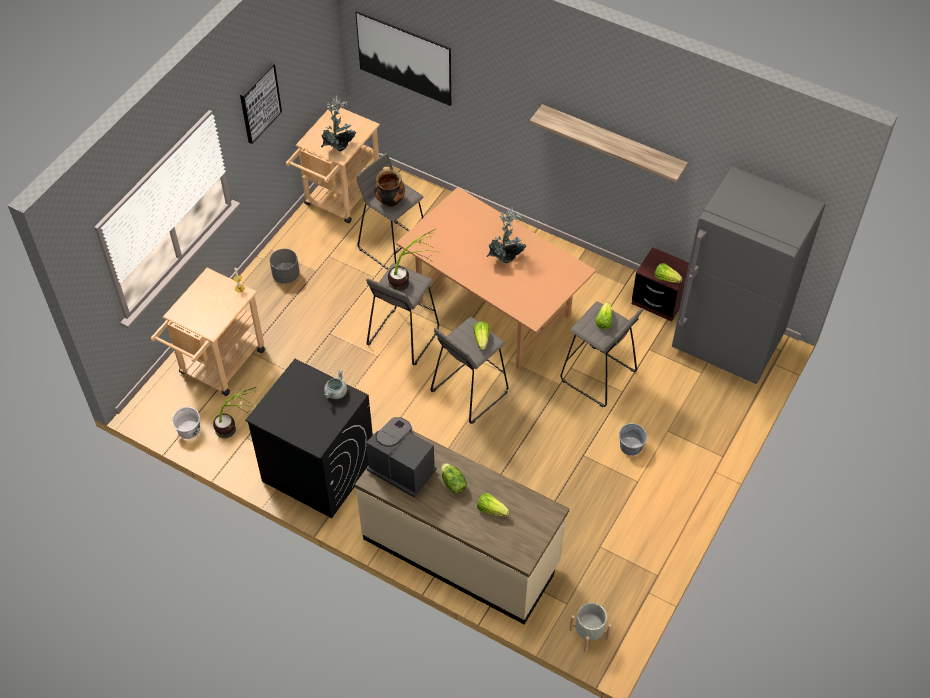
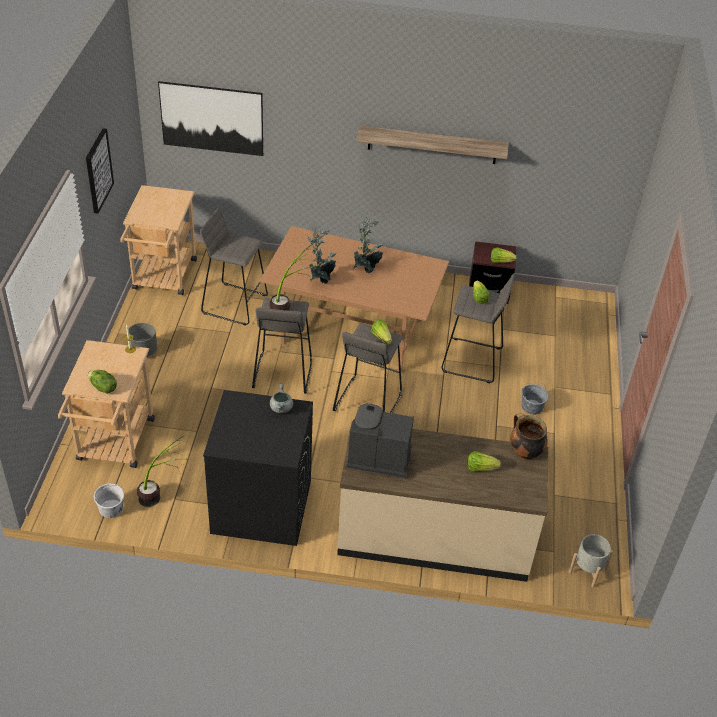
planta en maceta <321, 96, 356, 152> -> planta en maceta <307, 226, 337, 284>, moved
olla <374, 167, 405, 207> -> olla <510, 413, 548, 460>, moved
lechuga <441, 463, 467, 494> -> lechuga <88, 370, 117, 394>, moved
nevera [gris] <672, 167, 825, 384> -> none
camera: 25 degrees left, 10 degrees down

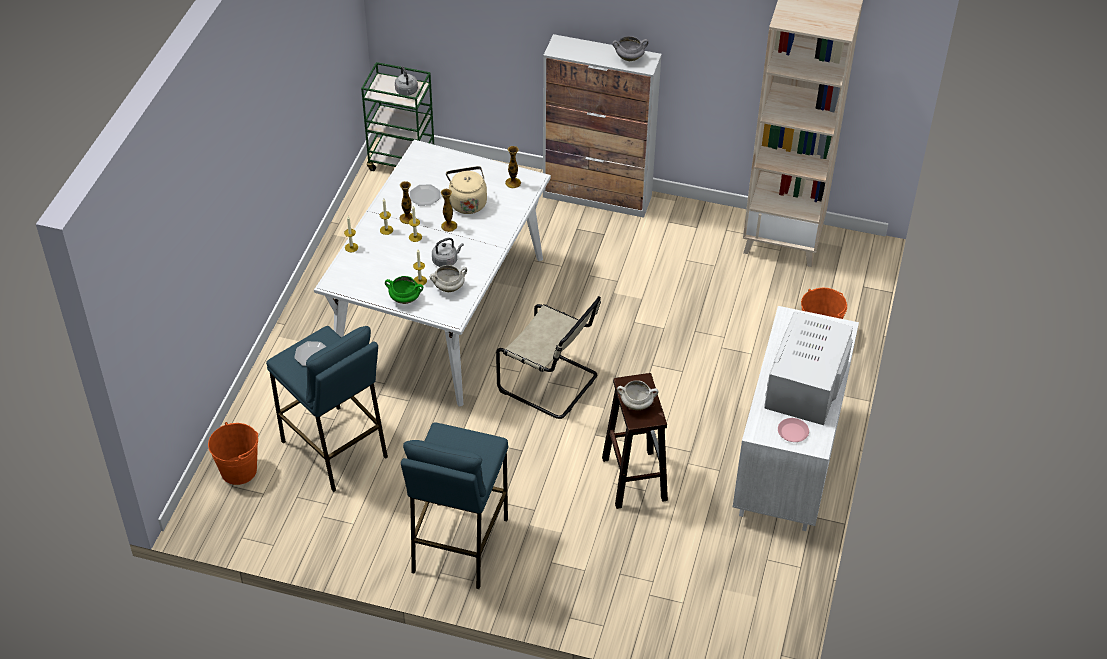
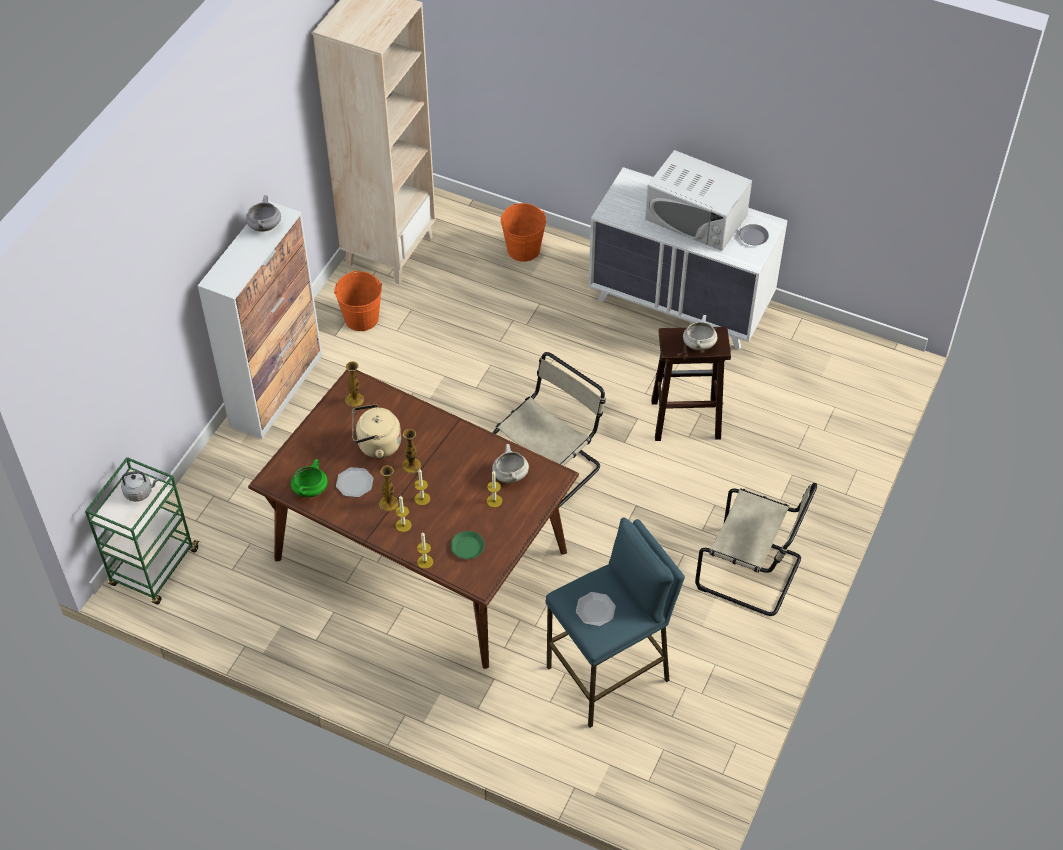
cubo [naranja] <208, 422, 258, 485> -> cubo [naranja] <334, 271, 382, 331>, moved
mesa de comedor [blanco] <314, 140, 551, 407> -> mesa de comedor [marrón] <248, 369, 579, 669>
olla [verde] <385, 276, 423, 304> -> olla [verde] <291, 459, 328, 497>, moved
taburete [azul] <401, 422, 508, 589> -> silla [beis] <695, 483, 817, 616>
hervidor [gris] <432, 238, 464, 267> -> none
plato [rosa] <778, 418, 809, 442> -> plato [gris] <739, 224, 769, 245>
none -> plato [verde] <451, 531, 485, 559>
camera: 80 degrees left, 5 degrees up

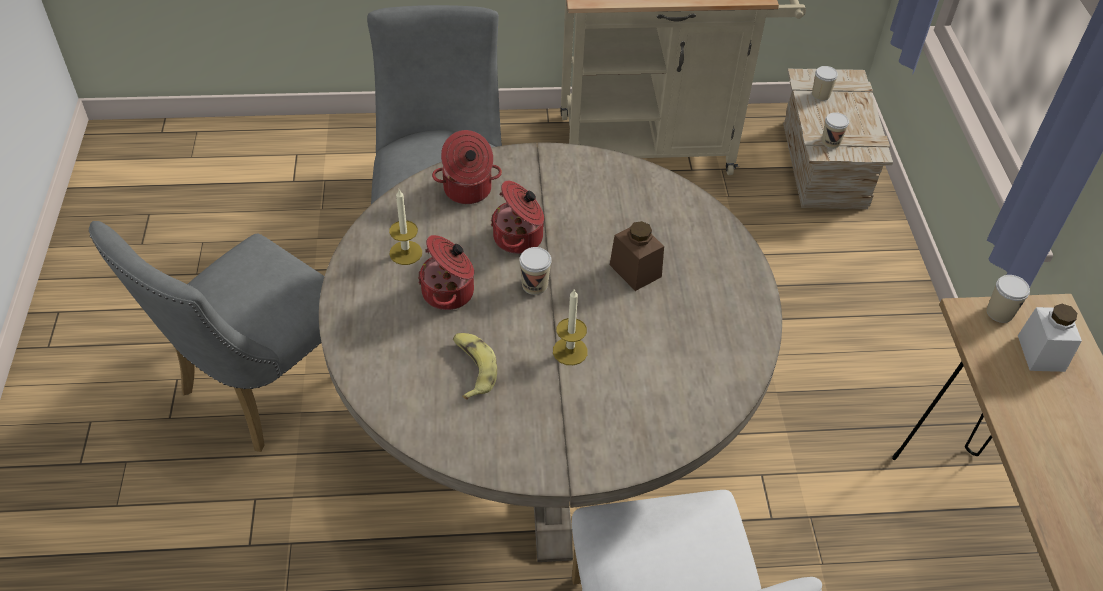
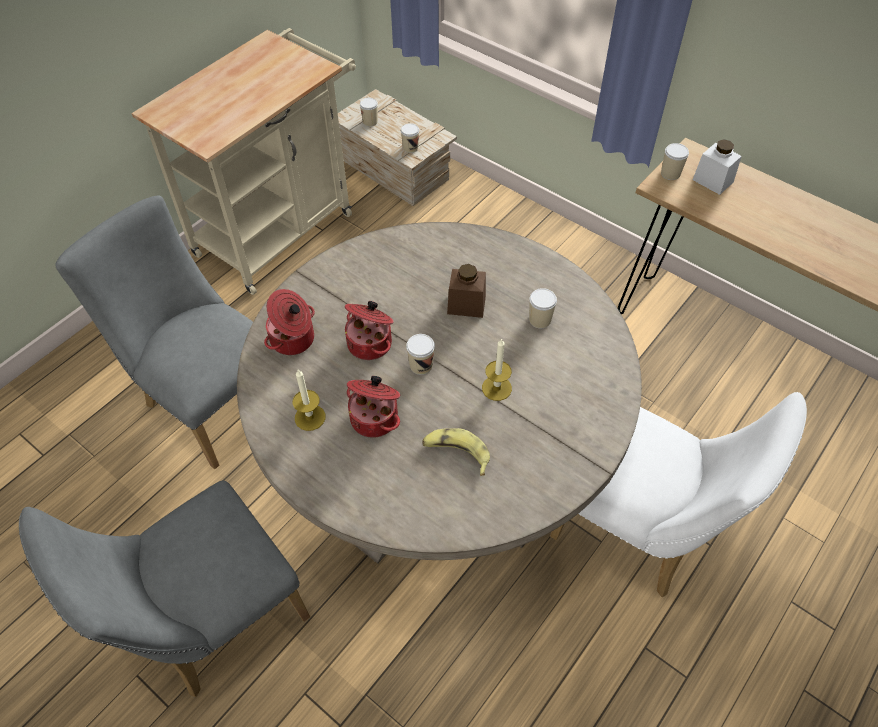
silla [gris] <89, 221, 324, 452> -> silla [gris] <19, 480, 310, 697>, 60 degrees clockwise
none -> taza <529, 288, 557, 329>
camera: 45 degrees left, 5 degrees up

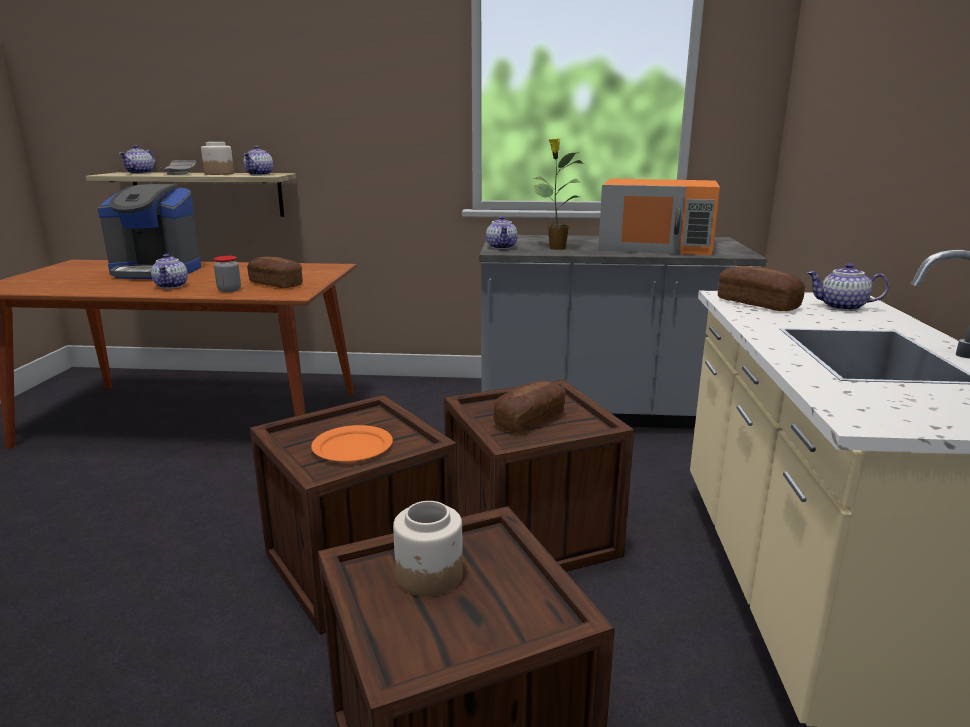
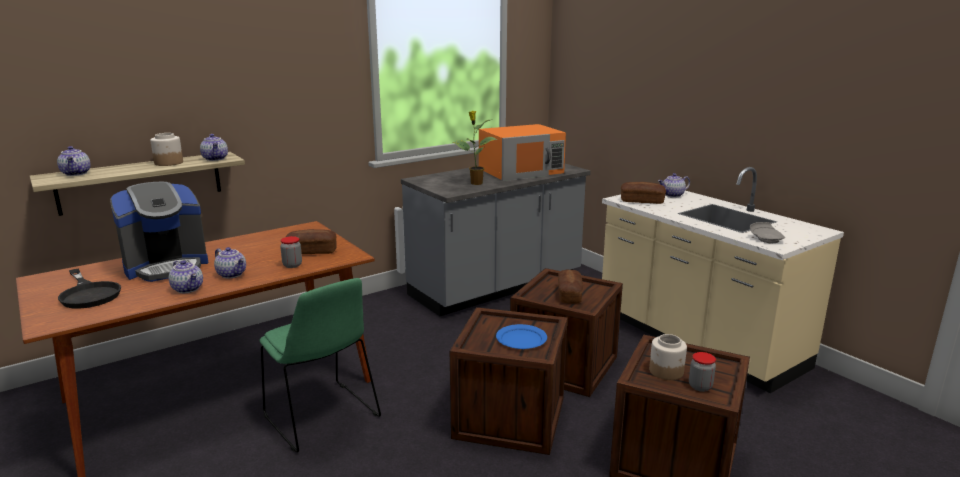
plato [gris] <160, 160, 196, 175> -> plato [gris] <750, 222, 786, 243>, moved
plato [naranja] <311, 425, 393, 462> -> plato [azul] <496, 324, 547, 349>
tetera <486, 216, 518, 249> -> tetera <169, 260, 203, 293>, moved
none -> sartén [negro] <58, 269, 121, 309>
none -> silla [verde] <259, 278, 381, 453>
none -> tarro <689, 352, 716, 392>
camera: 40 degrees left, 0 degrees up

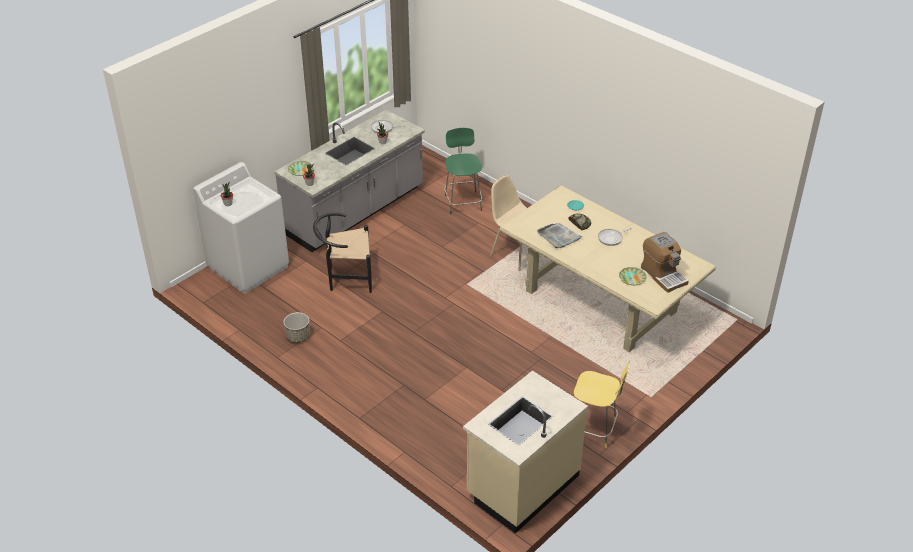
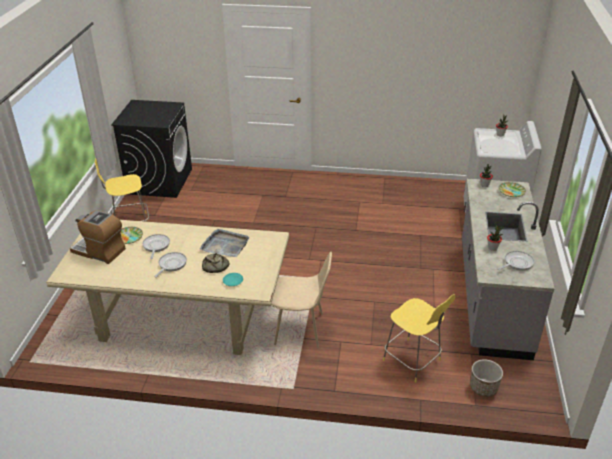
maceta <283, 312, 310, 343> -> maceta <470, 359, 503, 397>, moved
silla [negro] <313, 213, 372, 293> -> none
taburete [verde] <444, 128, 482, 214> -> taburete [amarillo] <383, 295, 455, 383>
mueble bajo de cocina [beis] <463, 371, 588, 533> -> lavadora [negro] <111, 100, 192, 198>
none -> sartén <143, 234, 170, 259>
camera: 145 degrees right, 5 degrees down

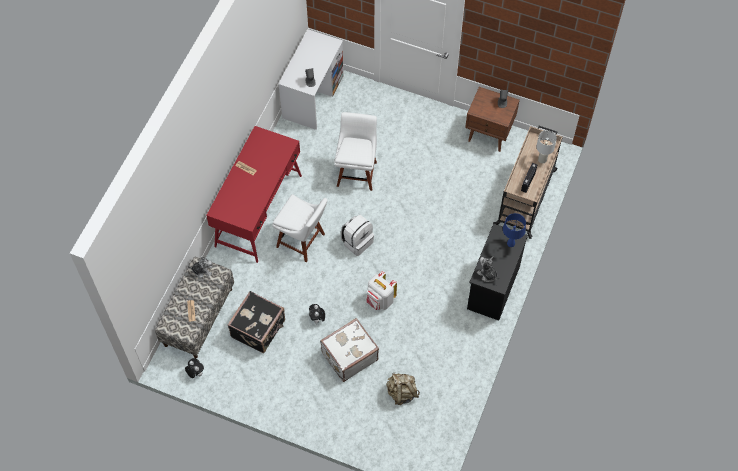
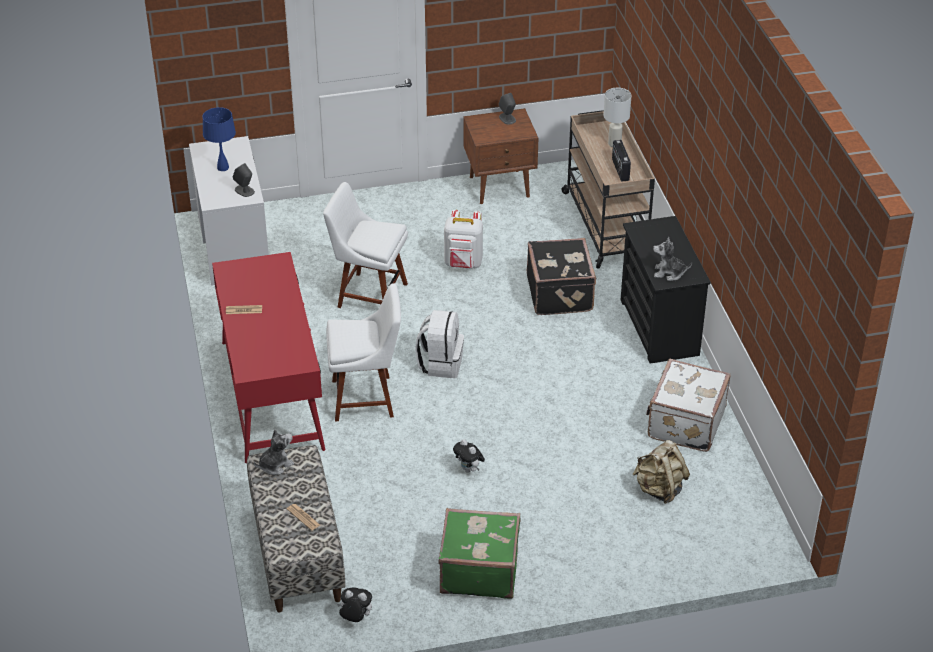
maleta [negro] <228, 291, 285, 353> -> maleta [negro] <527, 238, 597, 315>, moved
maleta [blanco] <320, 318, 379, 382> -> maleta [blanco] <646, 359, 731, 452>, moved
silla [blanco] <334, 112, 377, 191> -> silla [blanco] <323, 182, 408, 308>, 45 degrees counterclockwise
mochila [blanco] <366, 271, 397, 310> -> mochila [blanco] <444, 210, 483, 269>, moved
lámpara de mesa [azul] <503, 213, 526, 247> -> lámpara de mesa [azul] <202, 107, 236, 171>, moved
none -> maleta [verde] <438, 508, 520, 599>
camera: 35 degrees left, 20 degrees down

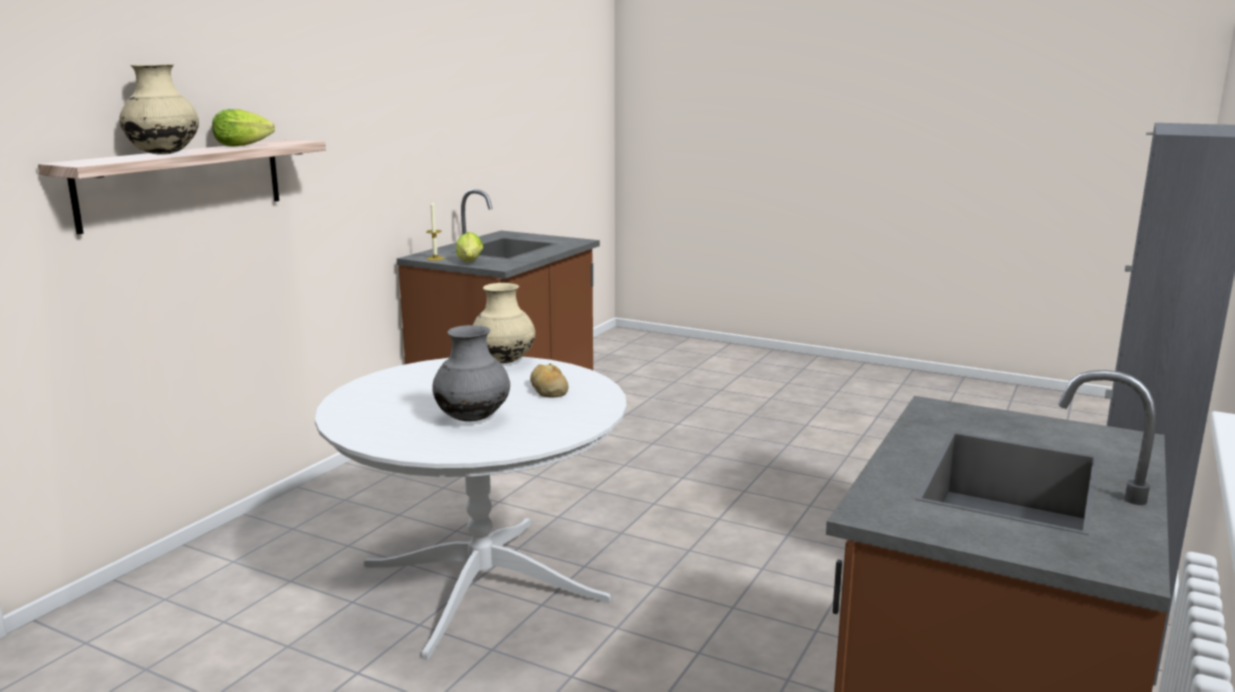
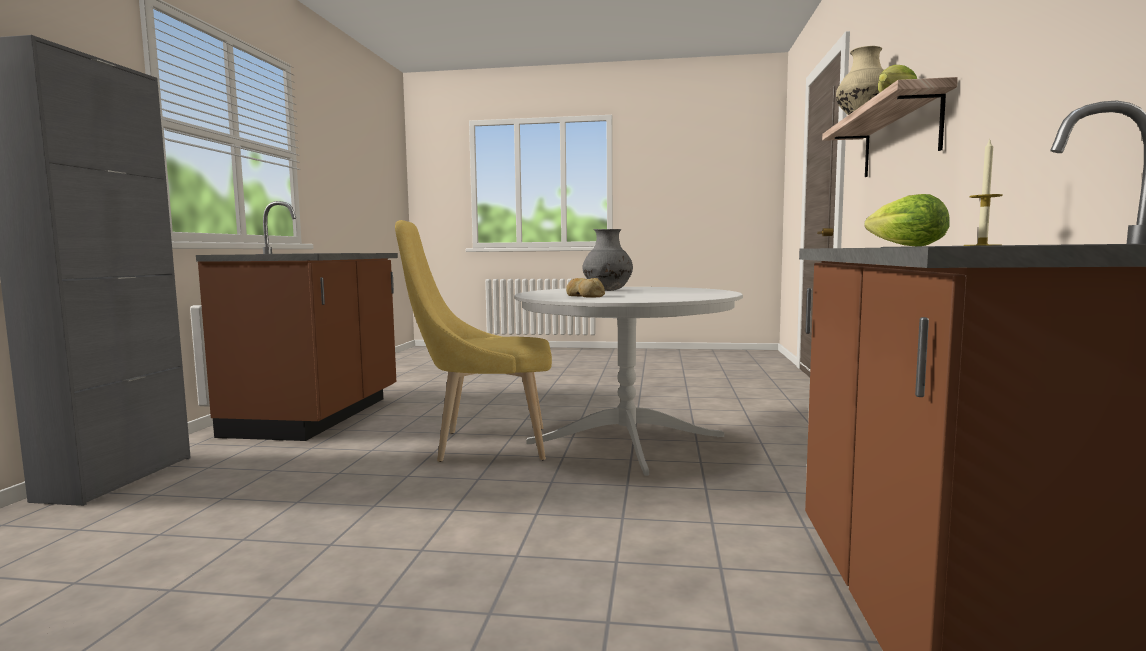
florero [beis] <473, 283, 535, 363> -> none
none -> silla [amarillo] <395, 220, 552, 462>
camera: 160 degrees right, 10 degrees down

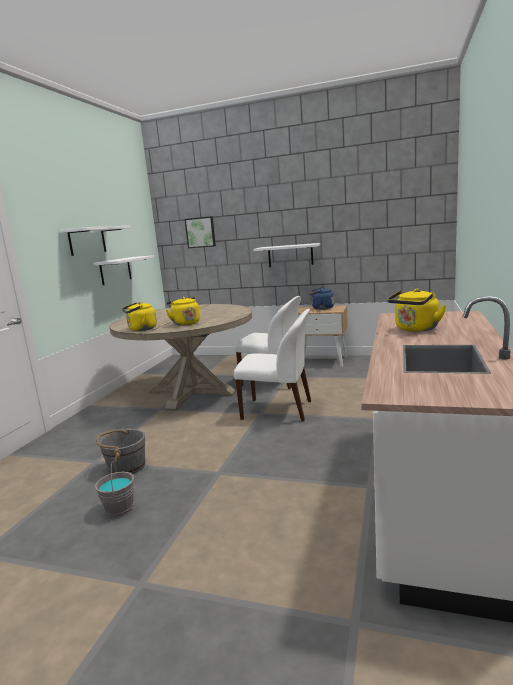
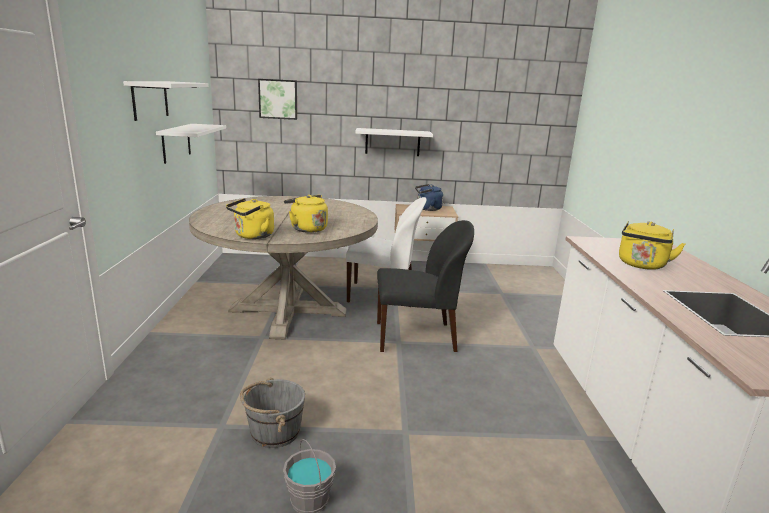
silla [blanco] <234, 309, 311, 421> -> silla [negro] <377, 220, 474, 352>
camera: 20 degrees left, 5 degrees up

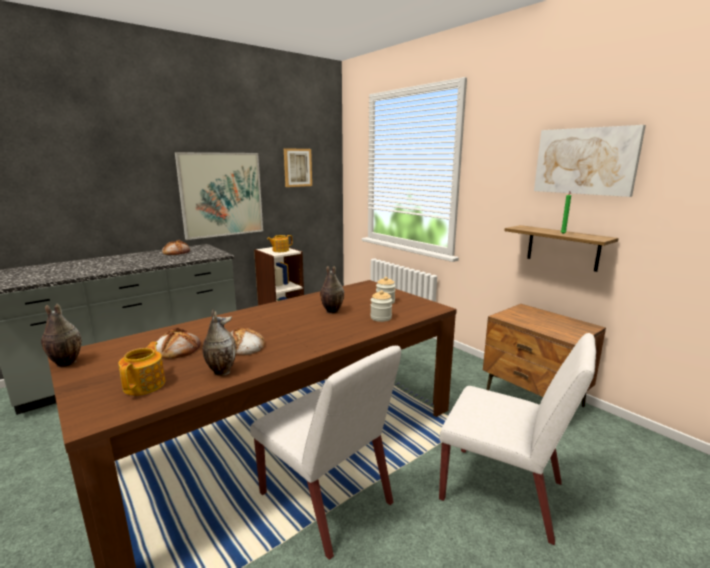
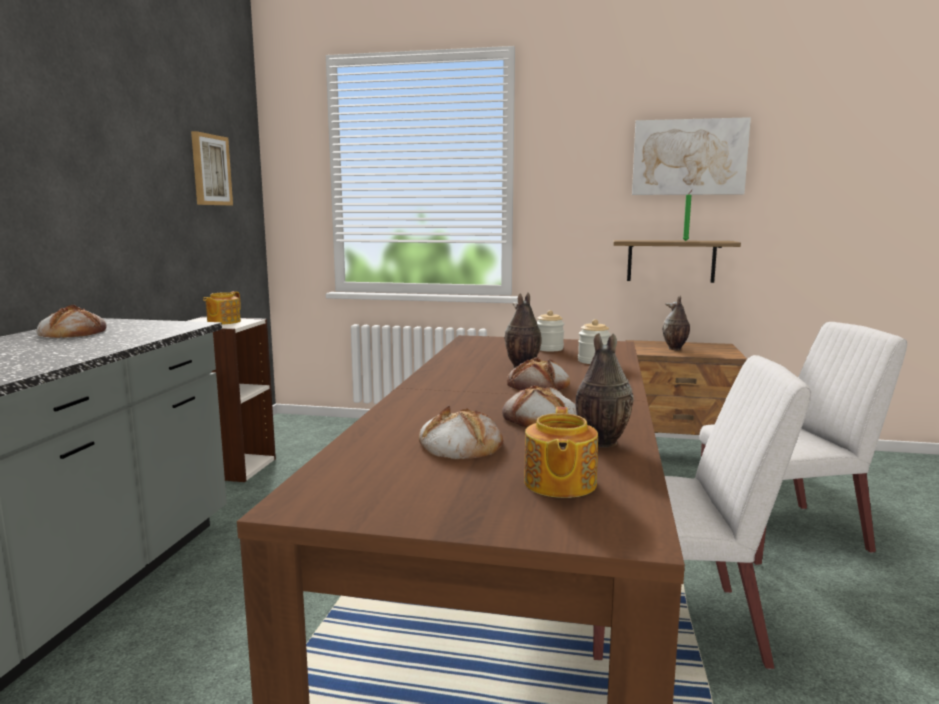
florero <41, 304, 82, 367> -> florero <663, 296, 690, 350>, moved
tetera <118, 342, 165, 396> -> tetera <524, 407, 598, 498>, 135 degrees counterclockwise
cuadro <175, 152, 263, 240> -> none
none -> pan <507, 357, 570, 391>
camera: 40 degrees left, 5 degrees down

